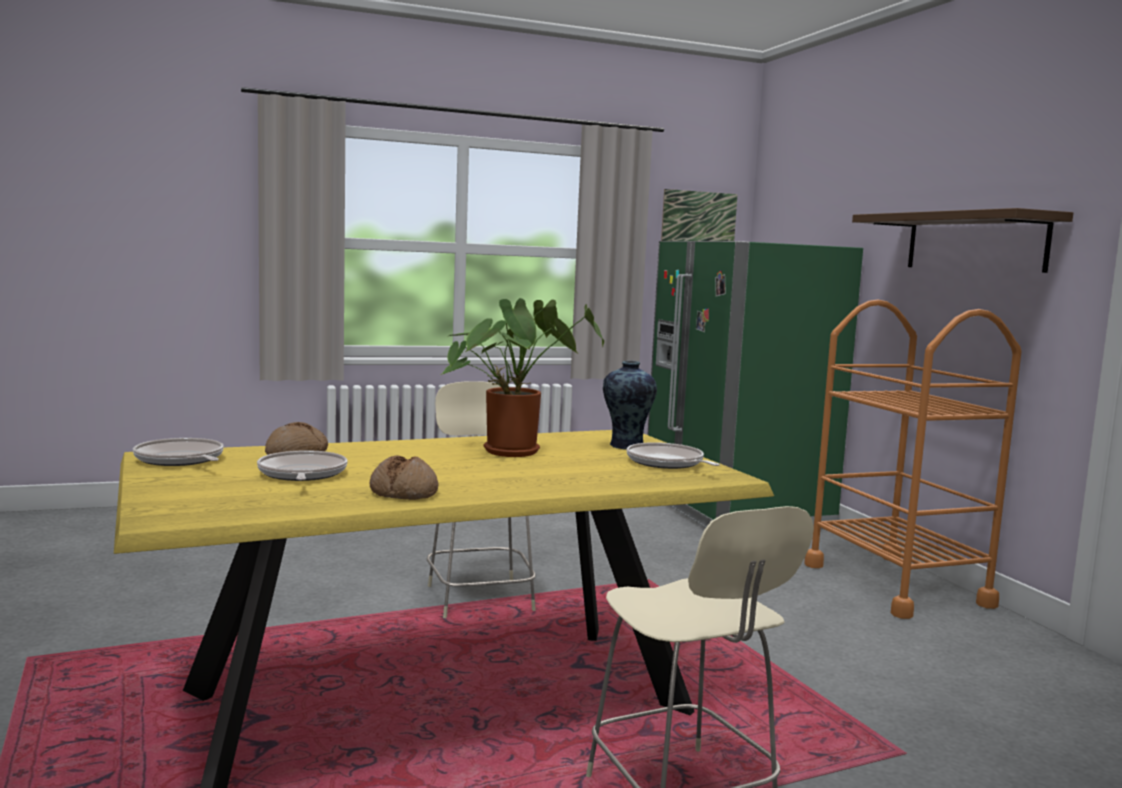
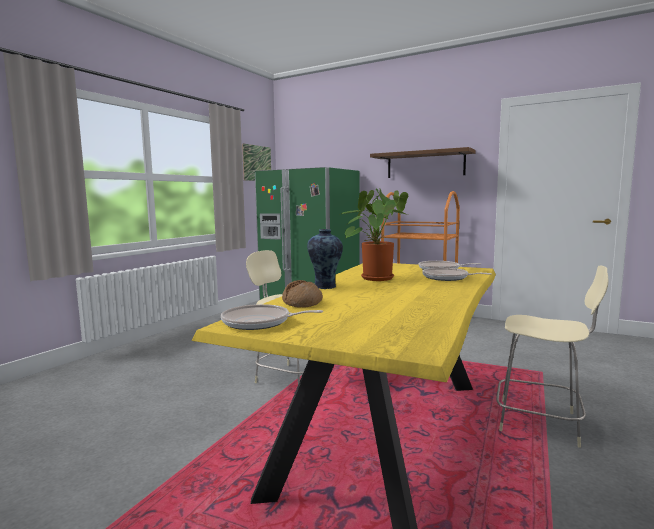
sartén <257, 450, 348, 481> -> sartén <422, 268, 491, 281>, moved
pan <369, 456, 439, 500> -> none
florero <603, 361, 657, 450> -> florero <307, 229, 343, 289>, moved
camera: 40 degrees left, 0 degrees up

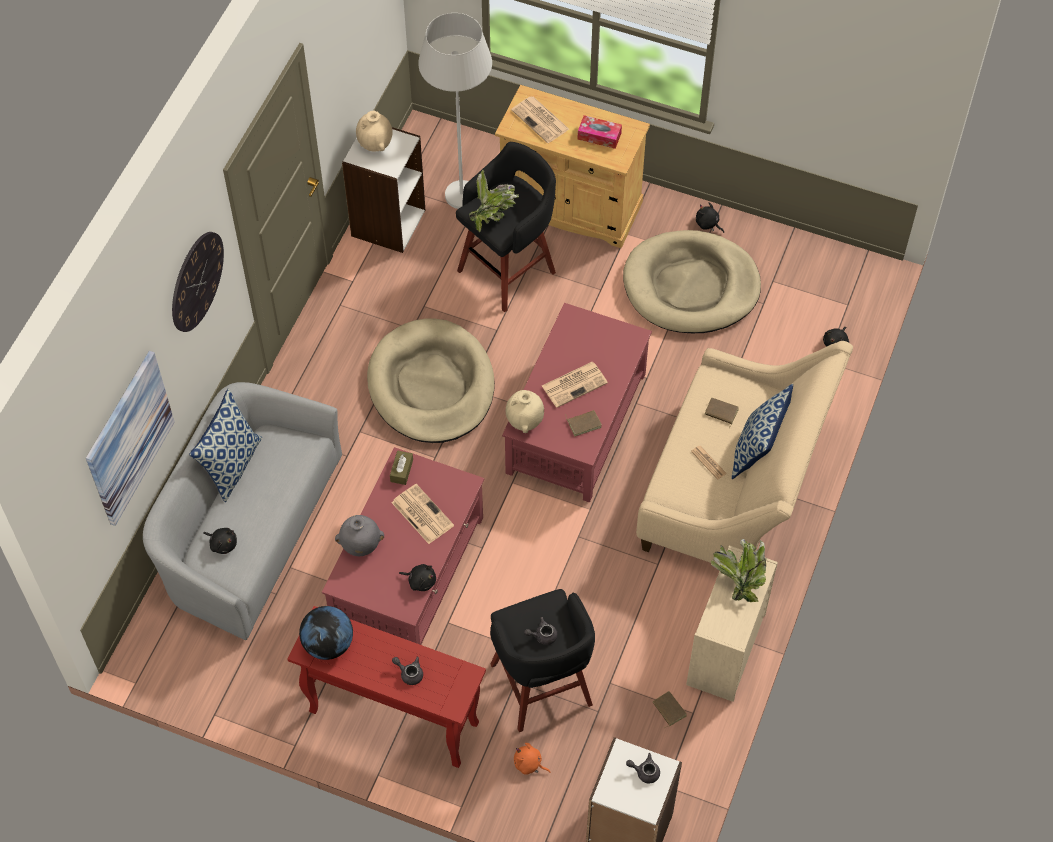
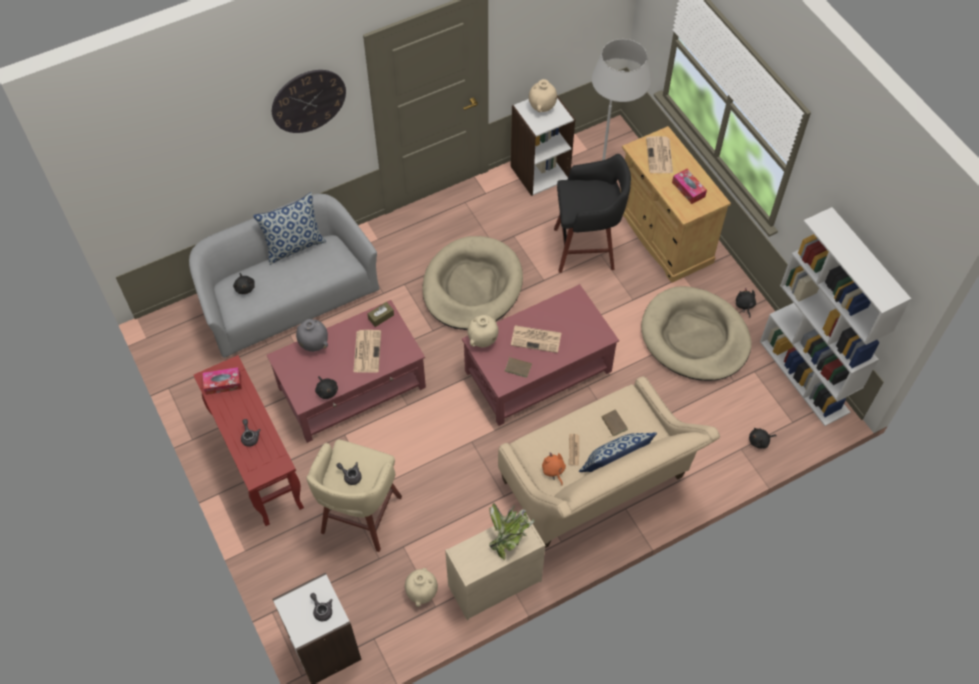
cuadro <86, 351, 175, 526> -> none
globo terráqueo <299, 606, 353, 660> -> caja de pañuelos <203, 367, 242, 395>
planta en maceta <469, 170, 519, 233> -> none
taburete [negro] <490, 589, 595, 732> -> taburete [beis] <307, 440, 402, 552>
peluche [naranja] <514, 743, 551, 775> -> peluche [naranja] <542, 452, 566, 486>, moved
libro [marrón] <653, 691, 687, 728> -> florero [beis] <405, 568, 438, 607>
none -> estantería [blanco] <760, 207, 911, 426>
camera: 40 degrees right, 0 degrees up

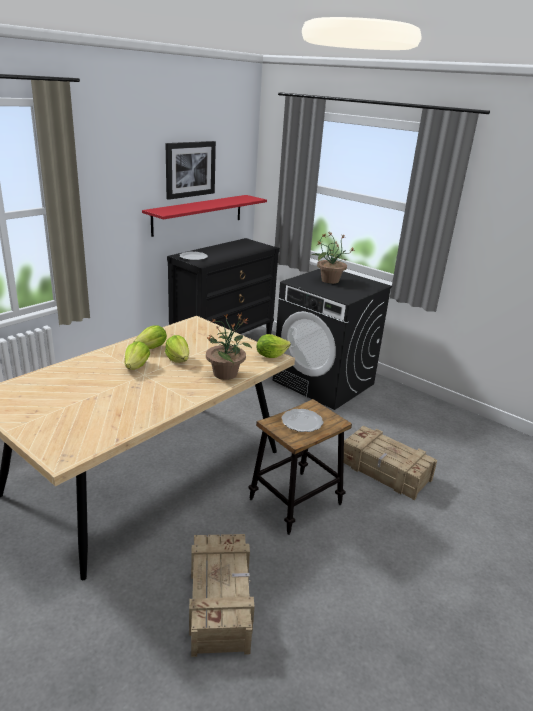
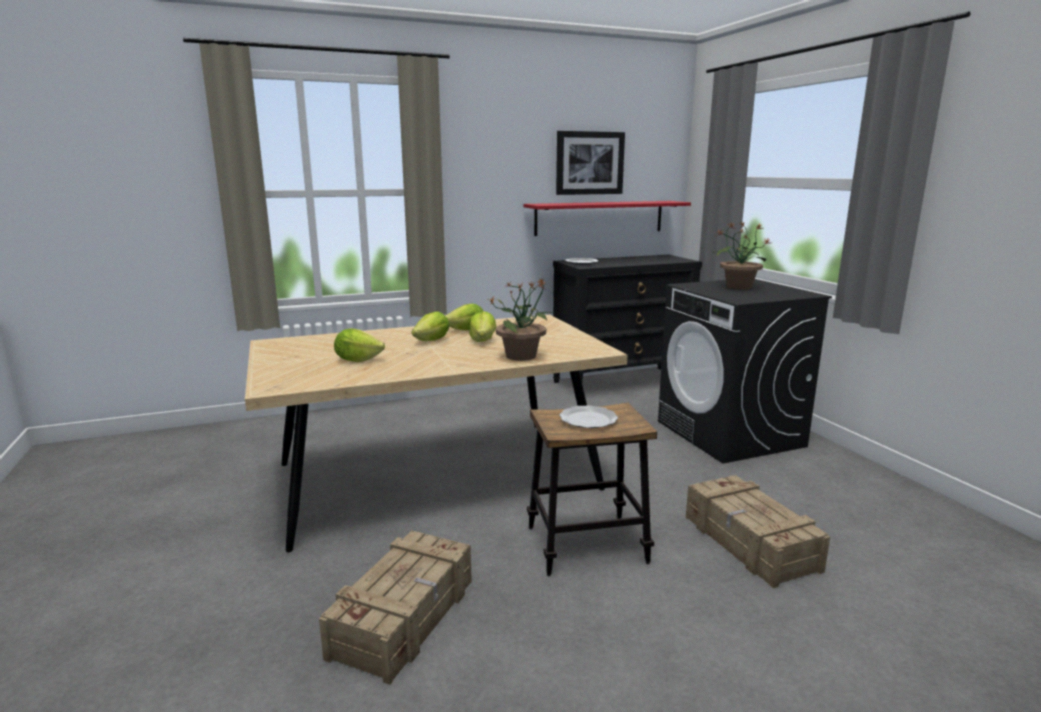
lechuga <256, 334, 291, 358> -> lechuga <334, 328, 385, 362>, moved
camera: 30 degrees right, 10 degrees down

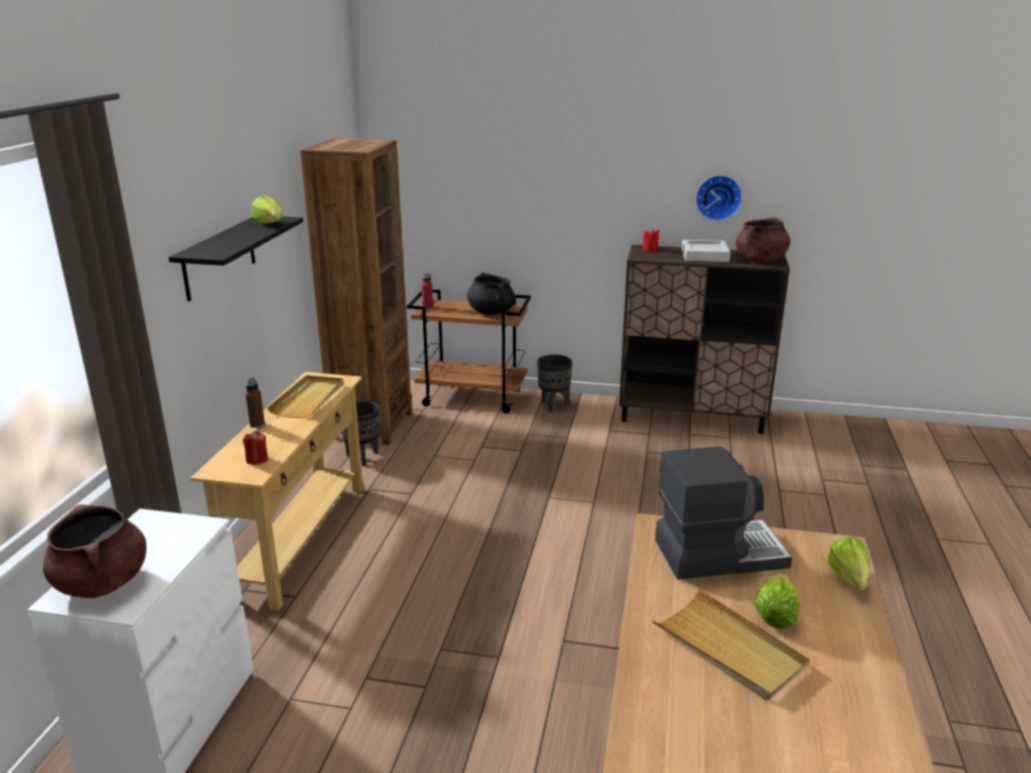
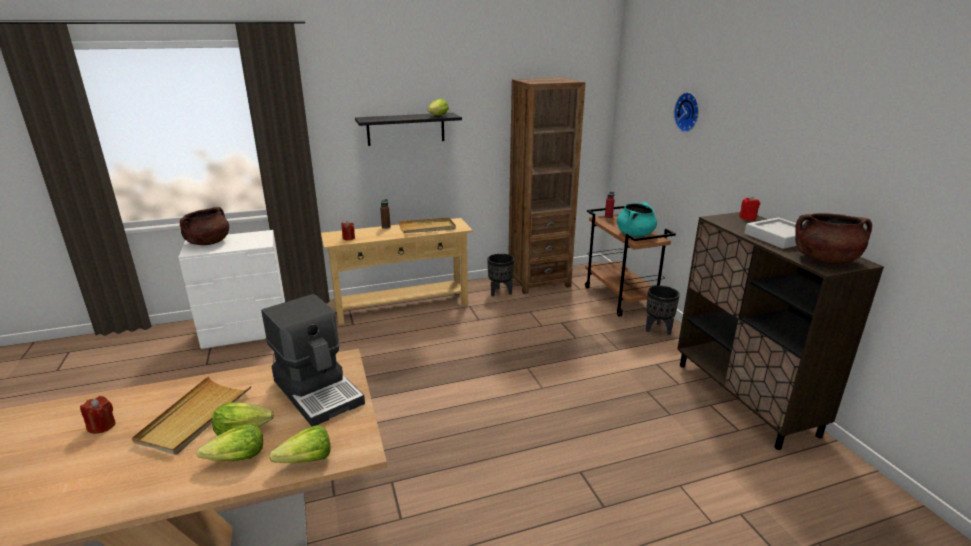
olla [negro] <467, 272, 515, 315> -> olla [turquesa] <617, 202, 657, 237>
reloj de pared <696, 175, 742, 221> -> reloj de pared <674, 92, 699, 132>, moved
none -> vela [rojo] <80, 396, 115, 434>
none -> lechuga <197, 424, 263, 461>
camera: 60 degrees right, 0 degrees up

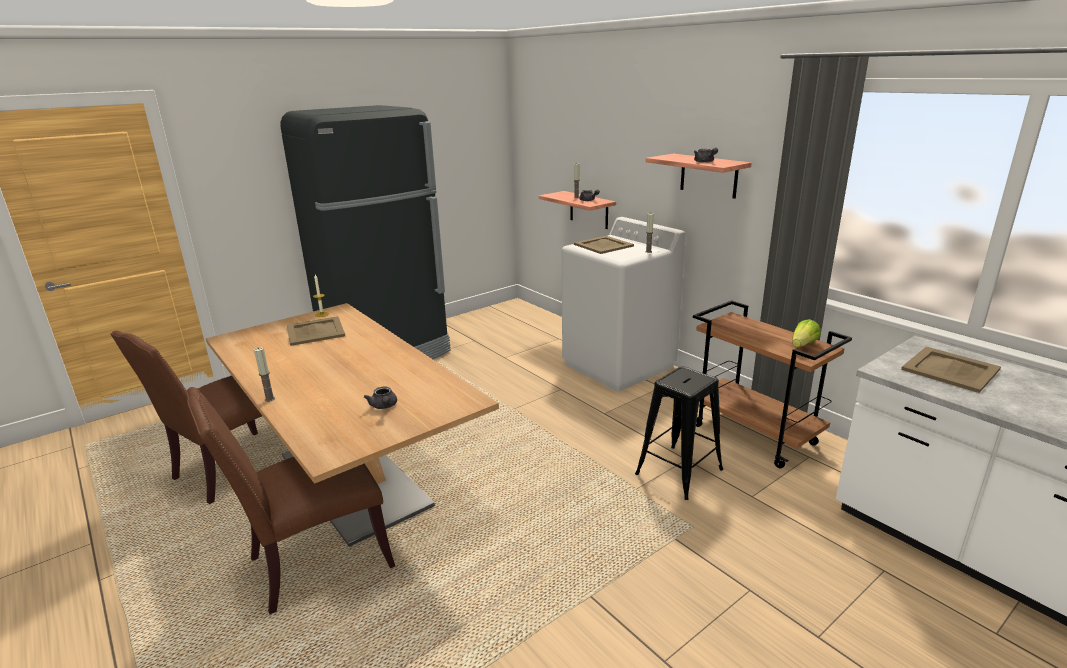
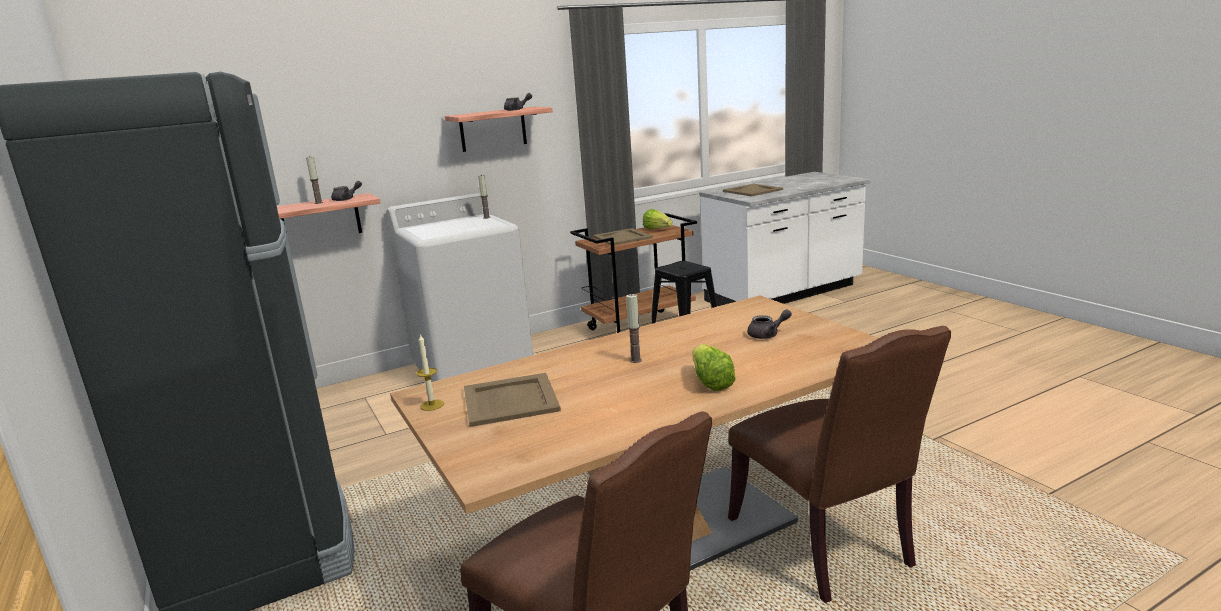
vela <254, 347, 275, 402> -> vela <626, 294, 642, 363>, moved
bandeja [beis] <574, 236, 634, 254> -> bandeja [beis] <593, 228, 653, 245>, moved
none -> lechuga <692, 344, 736, 391>
camera: 80 degrees left, 5 degrees down

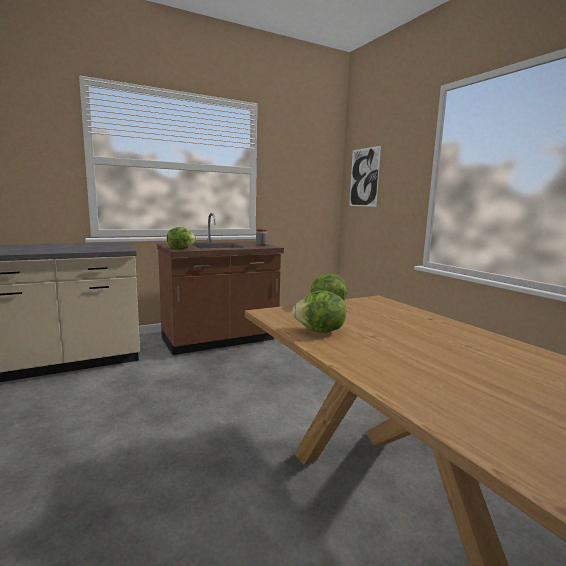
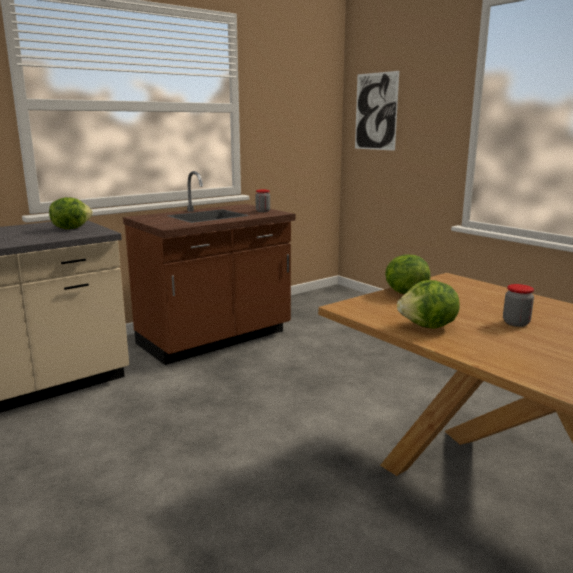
lechuga <167, 227, 196, 249> -> lechuga <49, 197, 93, 229>, moved
none -> tarro <503, 284, 534, 327>
camera: 10 degrees left, 5 degrees up

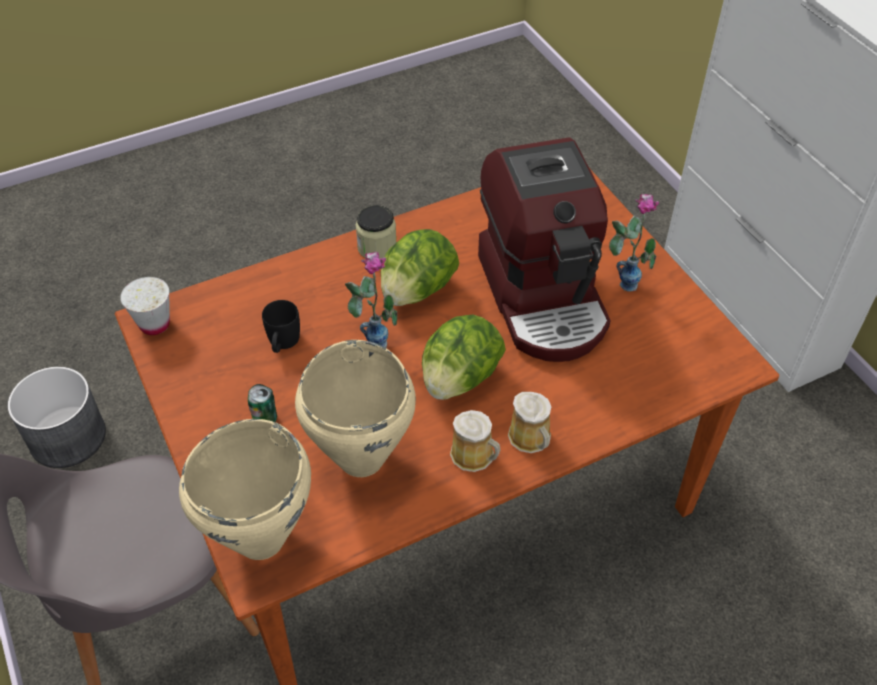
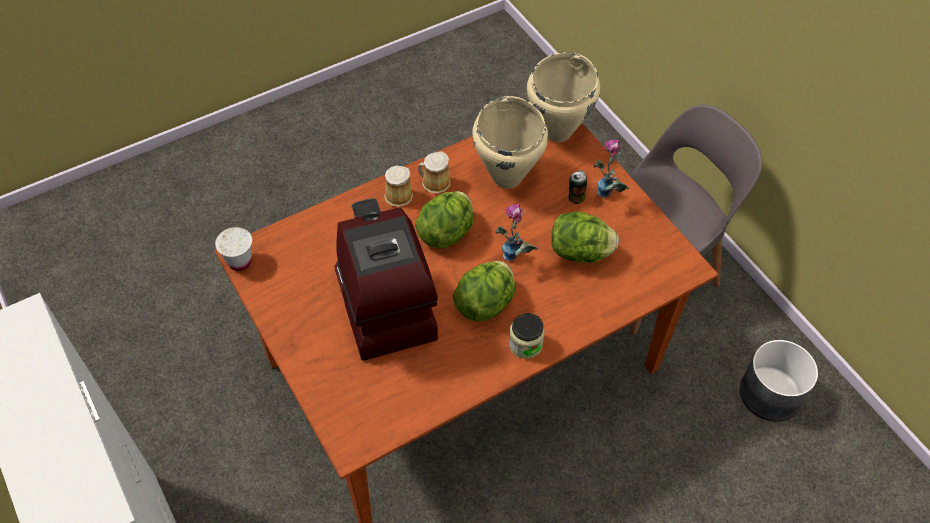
taza [blanco] <120, 277, 170, 335> -> taza [blanco] <215, 227, 252, 271>, moved
taza grande [negro] <262, 300, 300, 353> -> lechuga <551, 212, 619, 263>
florero <609, 194, 659, 291> -> florero <594, 140, 629, 198>, moved
camera: 175 degrees right, 5 degrees up

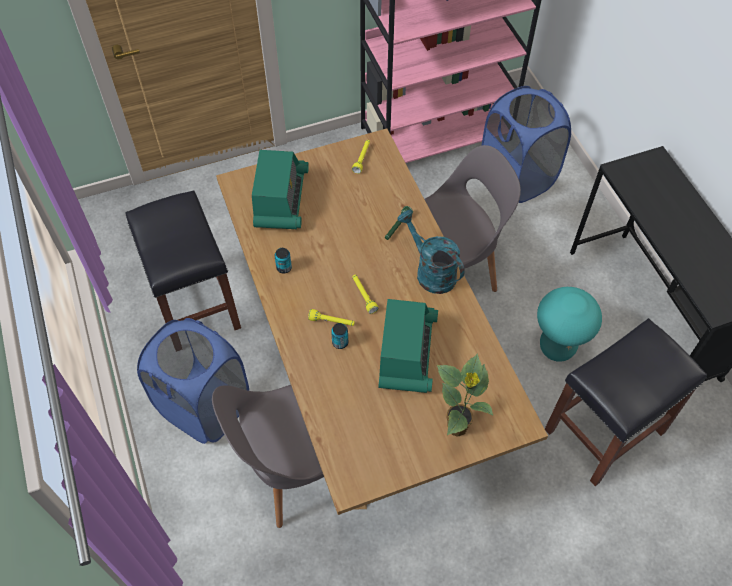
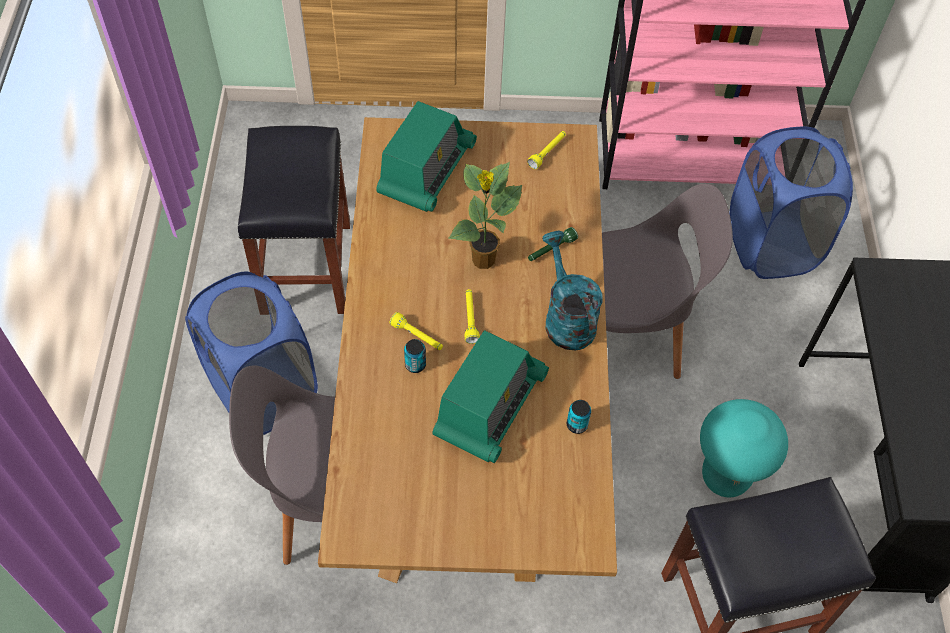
lata <274, 248, 292, 273> -> lata <567, 400, 591, 434>, moved
planta en maceta <437, 353, 494, 437> -> planta en maceta <448, 162, 522, 269>, moved
camera: 20 degrees right, 0 degrees up

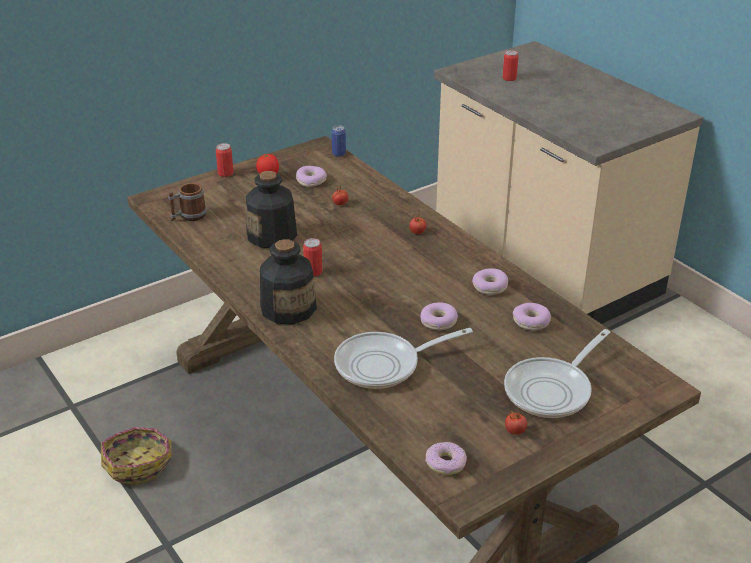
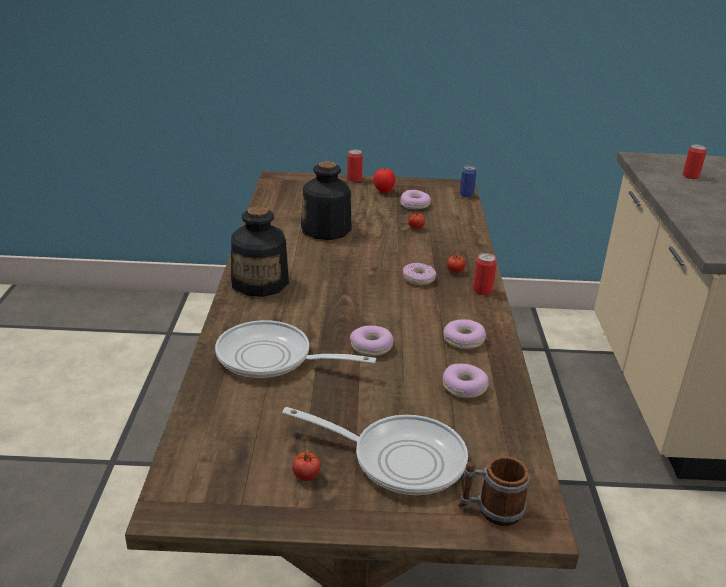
cesta <101, 427, 172, 485> -> none
taza grande <168, 183, 207, 221> -> taza grande <458, 456, 530, 526>, moved
lata <303, 238, 323, 277> -> lata <473, 253, 497, 295>, moved
rosquilla <426, 442, 467, 475> -> rosquilla <403, 262, 436, 285>, moved
sartén <504, 329, 611, 418> -> sartén <282, 407, 468, 495>, 150 degrees counterclockwise
camera: 35 degrees right, 5 degrees down

